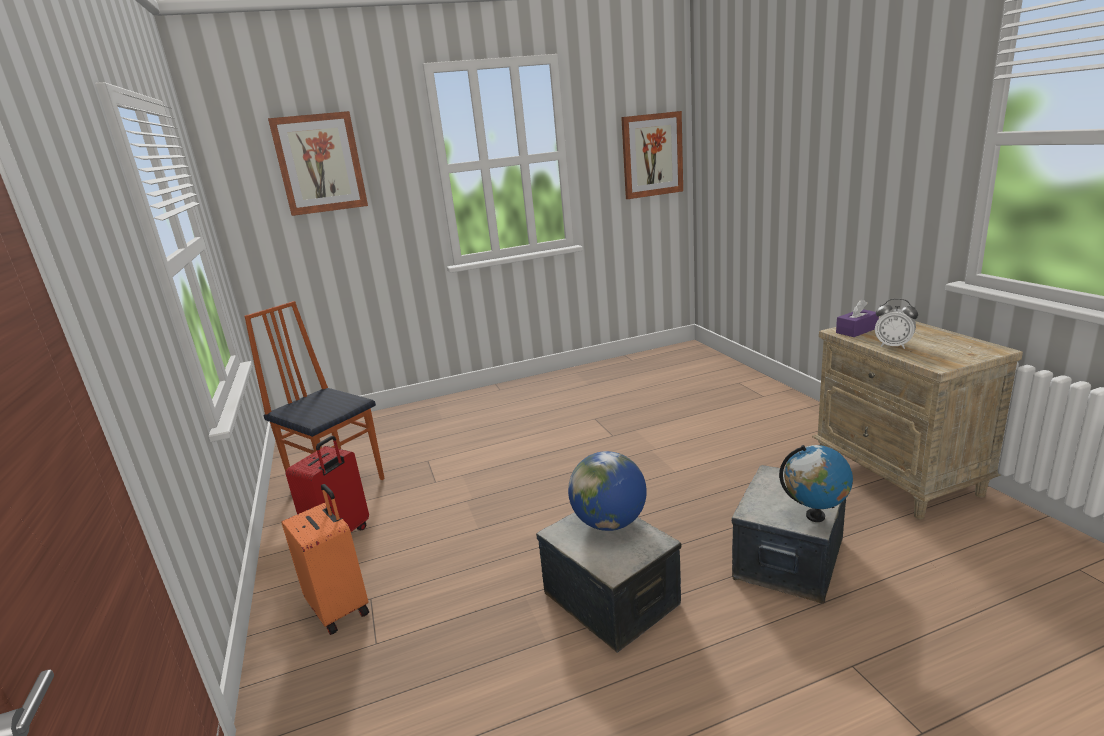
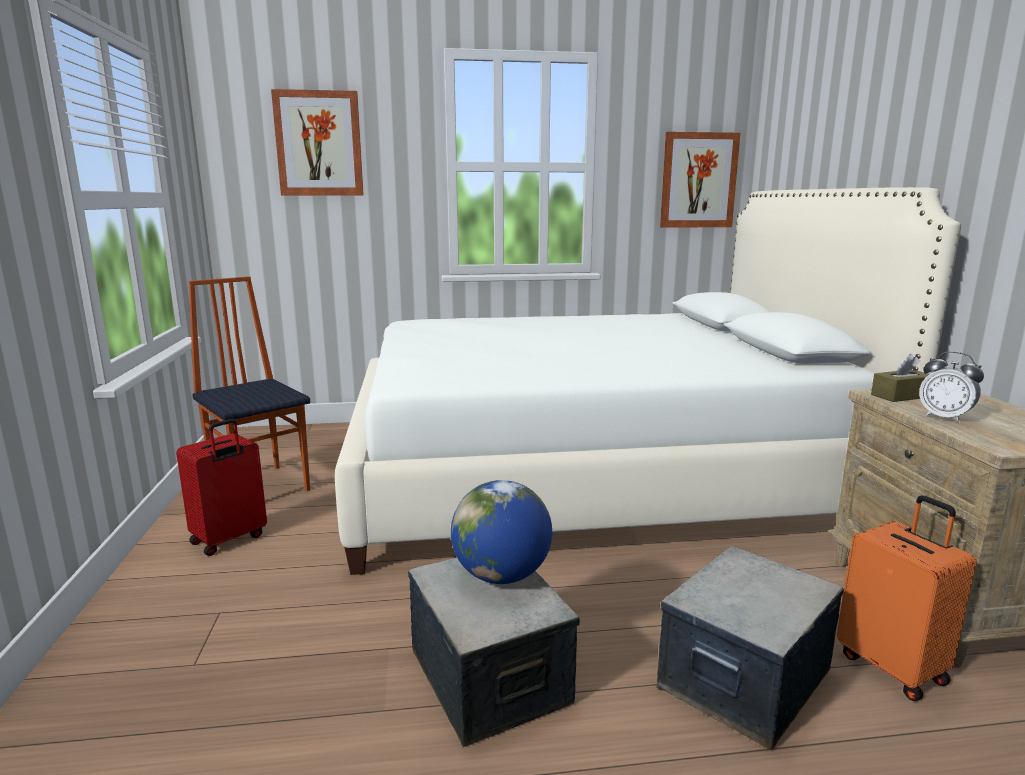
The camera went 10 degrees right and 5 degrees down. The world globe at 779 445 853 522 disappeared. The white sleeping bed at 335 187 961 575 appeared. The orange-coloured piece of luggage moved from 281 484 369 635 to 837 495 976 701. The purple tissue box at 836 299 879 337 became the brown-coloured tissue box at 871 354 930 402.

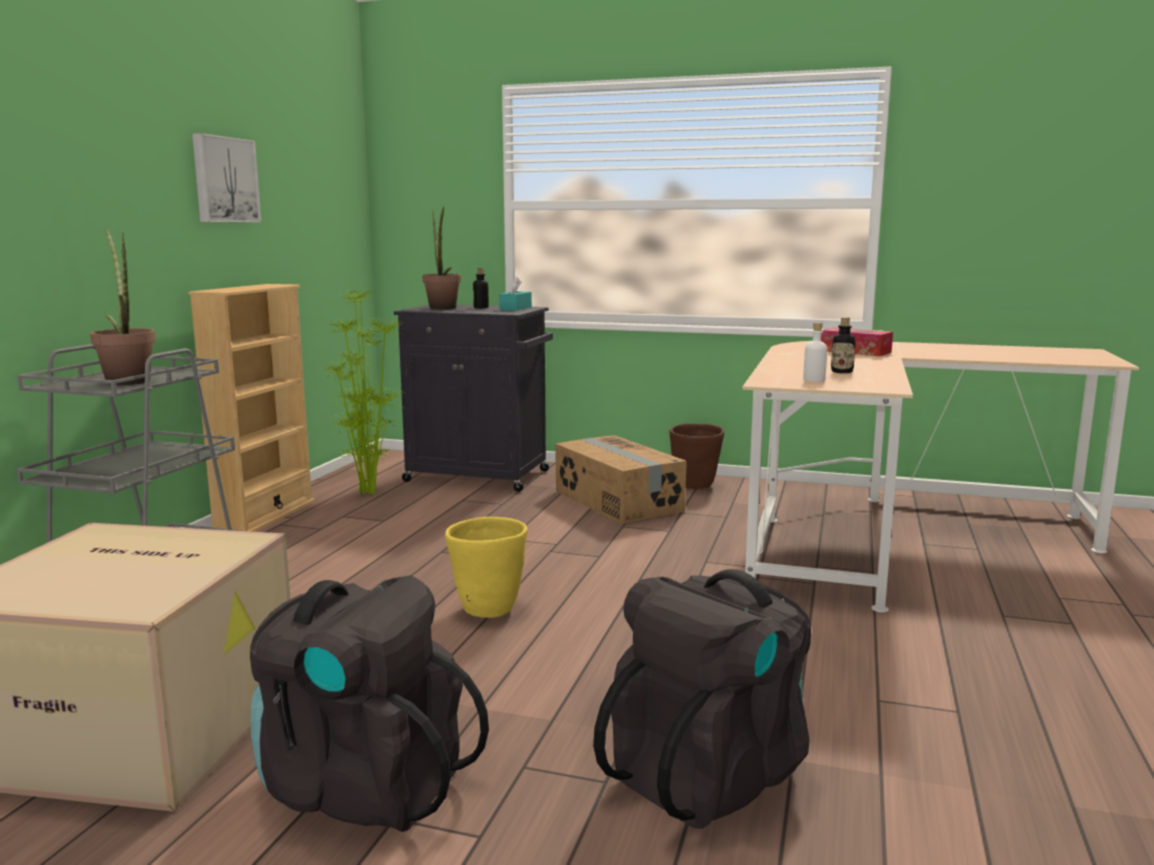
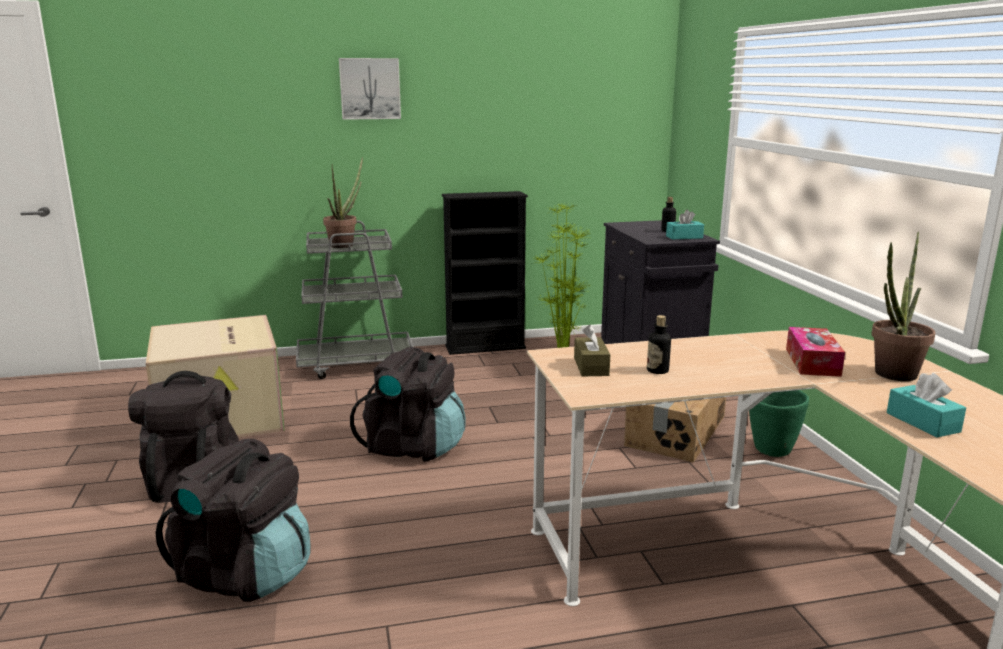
The camera went 60 degrees right and 5 degrees up. The turquoise tissue box at 887 373 966 437 appeared. The wall art moved from 192 133 261 222 to 339 58 401 120. The houseplant moved from 423 206 461 309 to 872 232 935 381. The yellowish flower pot at 445 517 528 618 was replaced by the blackish rucksack at 350 347 466 462. The white drink bottle at 803 322 827 382 was replaced by the brown-coloured tissue box at 574 325 610 376. The sand-coloured bookcase at 188 284 315 532 became the blackish bookcase at 442 191 528 355. The brown-coloured flower pot at 669 423 724 489 became the greenish flower pot at 749 390 809 457.

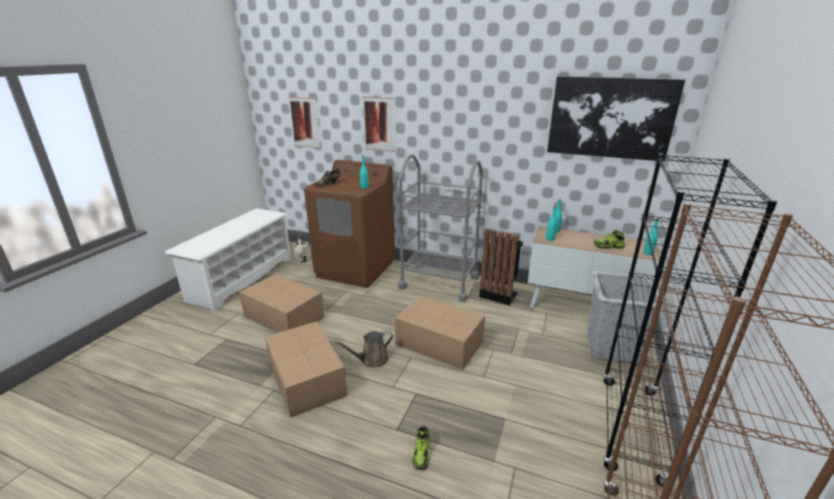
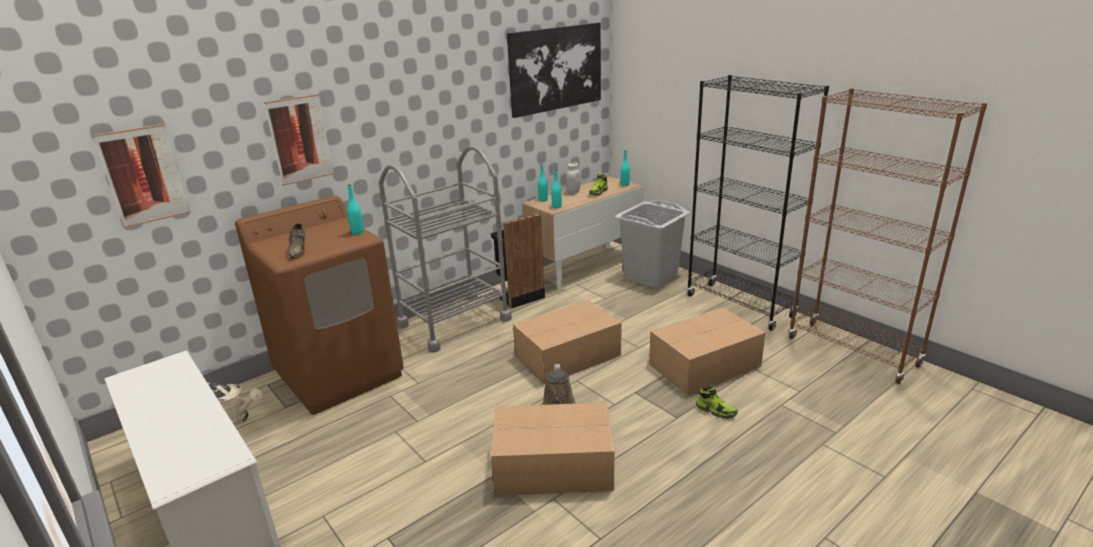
The camera went 60 degrees left and 0 degrees up. The white preserve jar at 566 162 581 194 appeared. The cardboard box moved from 239 274 324 333 to 649 308 765 395.

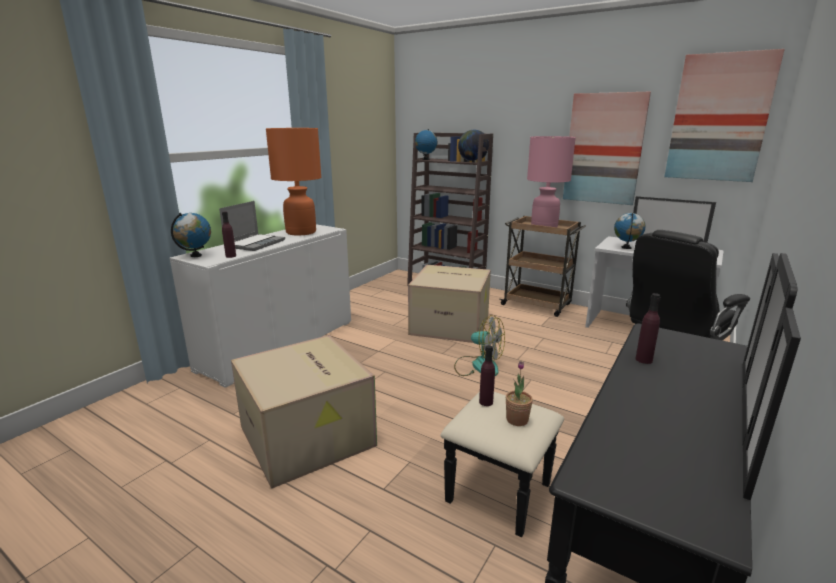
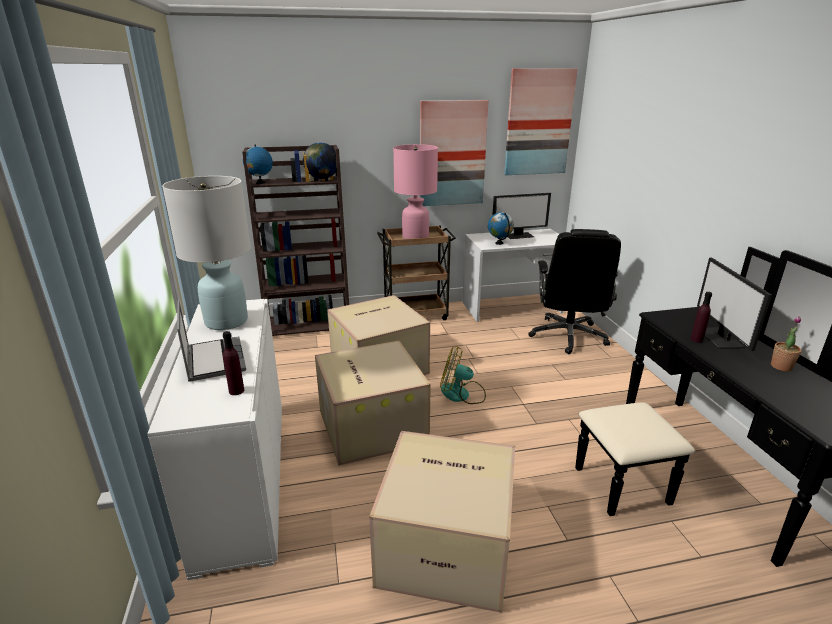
The camera went 45 degrees left and 5 degrees up. The world globe at 171 213 211 257 disappeared. The purple drink bottle at 479 345 495 406 disappeared. The cardboard box at 315 341 431 465 appeared. The monitor at 697 257 772 351 appeared. The houseplant moved from 506 361 533 426 to 771 316 802 372. The orange-coloured table lamp at 266 128 321 235 became the white table lamp at 162 176 251 330. The fan at 454 315 505 376 turned 150 degrees counterclockwise.

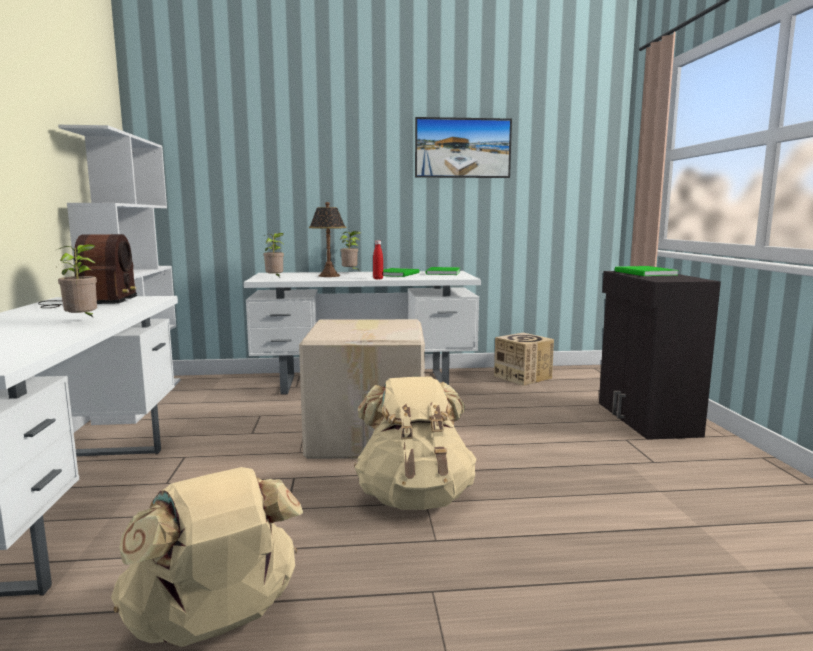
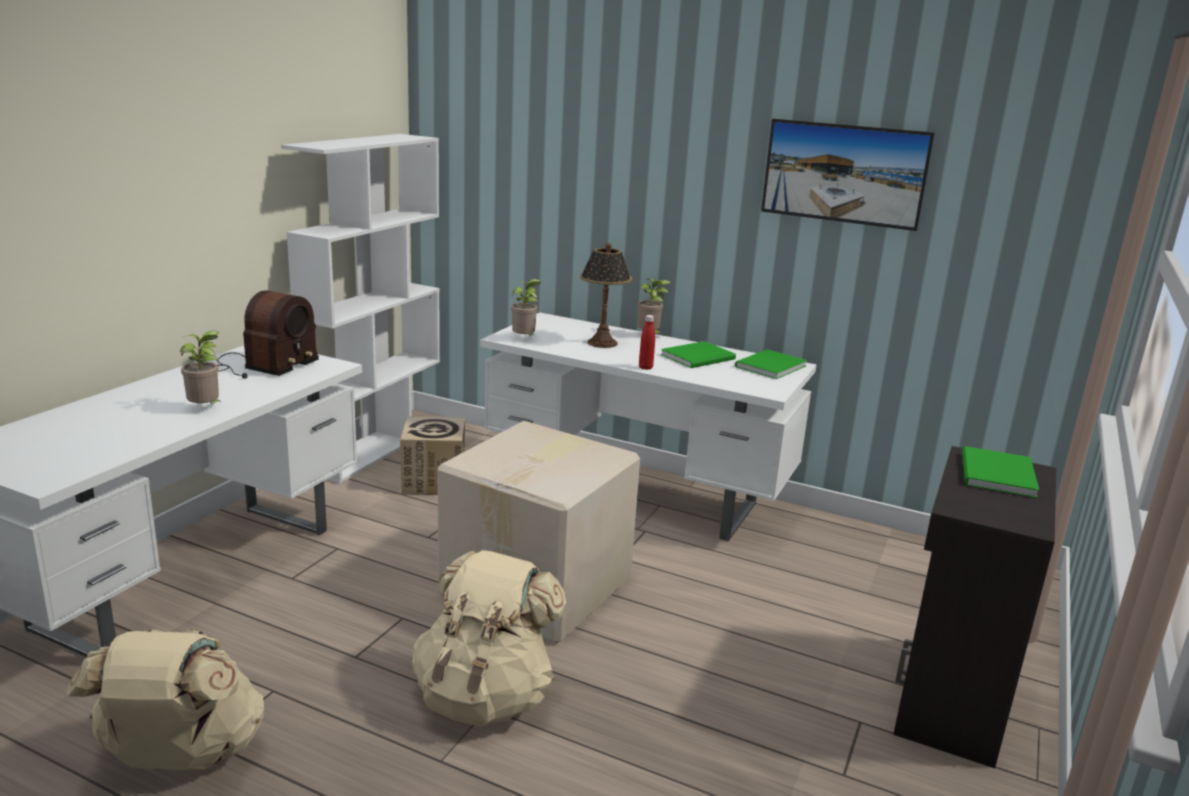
The camera went 30 degrees right and 10 degrees up. The cardboard box moved from 494 333 554 386 to 400 416 465 495.

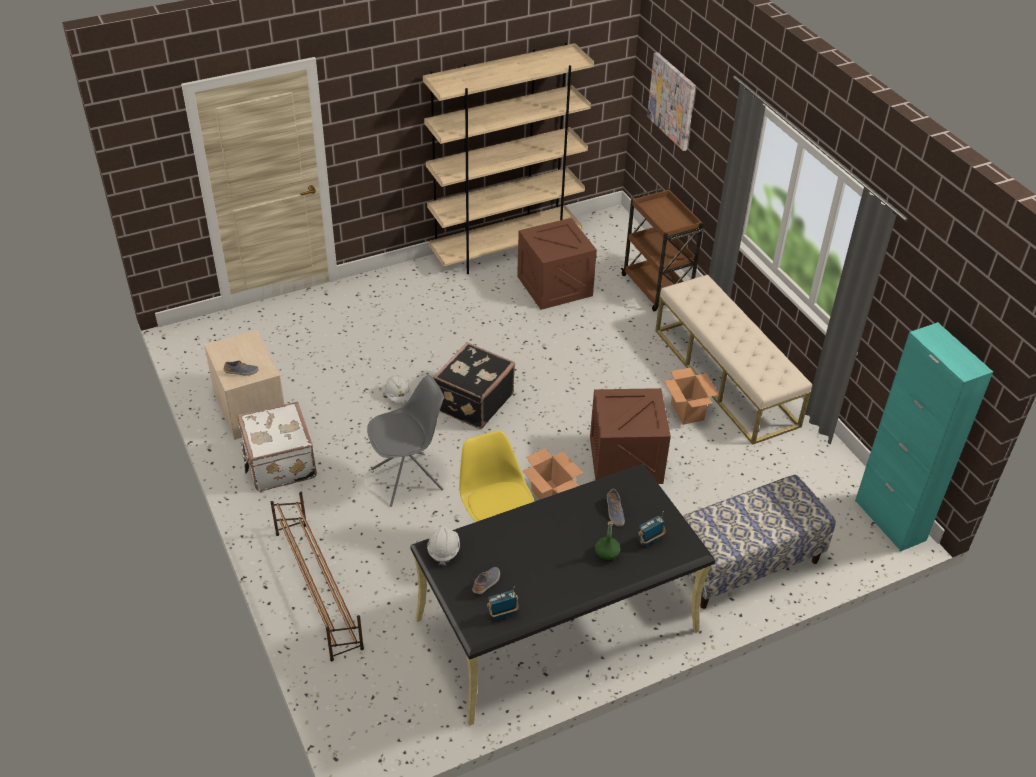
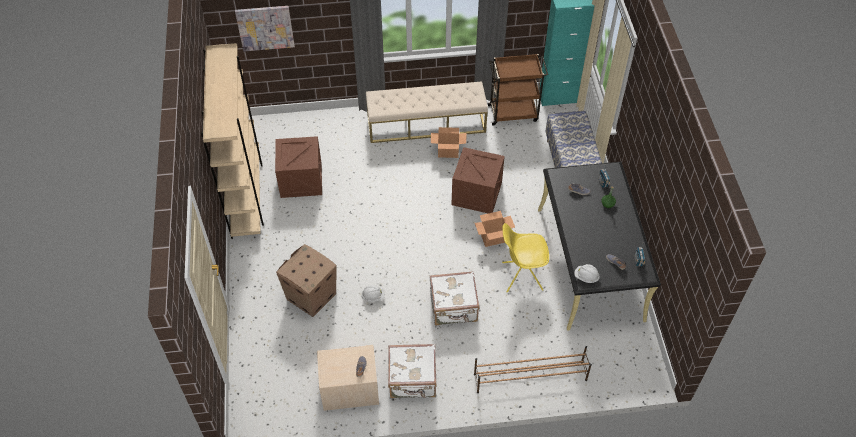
The camera went 70 degrees left and 10 degrees up. The blackish piece of luggage at 433 342 515 429 disappeared. The cardboard box at 276 244 337 317 appeared. The brown-coloured trolley moved from 621 188 704 311 to 487 54 548 126. The gray chair at 367 375 444 507 was replaced by the white piece of luggage at 430 271 479 325.

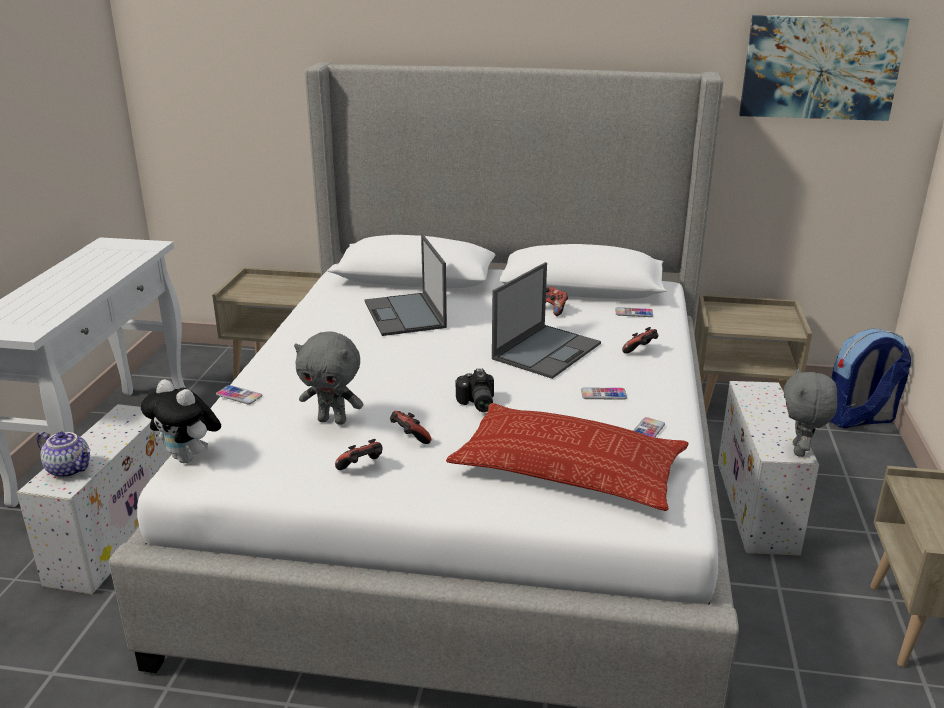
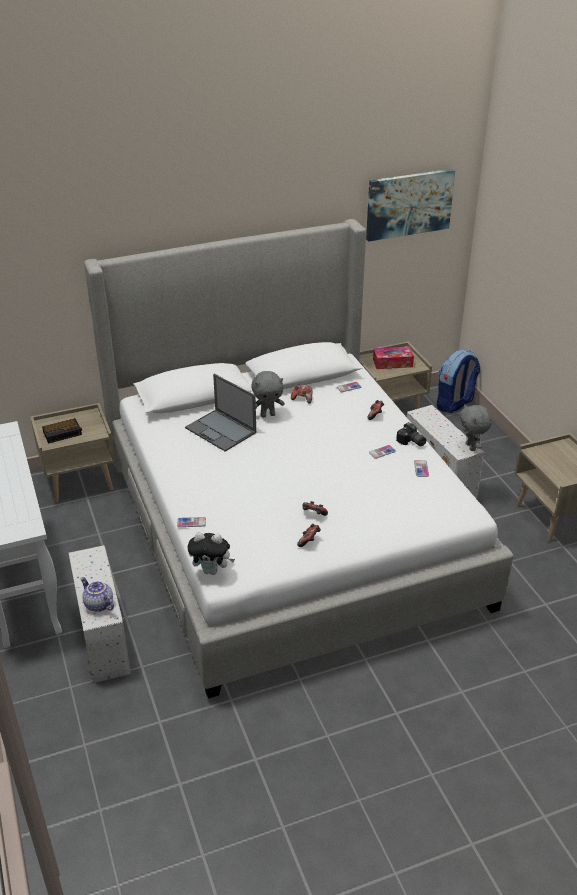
The camera went 30 degrees left and 10 degrees up. The pillow at 446 403 689 511 disappeared. The laptop at 492 262 601 379 disappeared. The table clock at 42 418 82 444 appeared. The tissue box at 373 347 414 369 appeared. The gray plush toy moved from 294 331 363 425 to 252 371 285 418. The photo camera moved from 456 369 494 412 to 396 422 426 446. The tea pot at 37 431 90 478 turned 135 degrees counterclockwise.

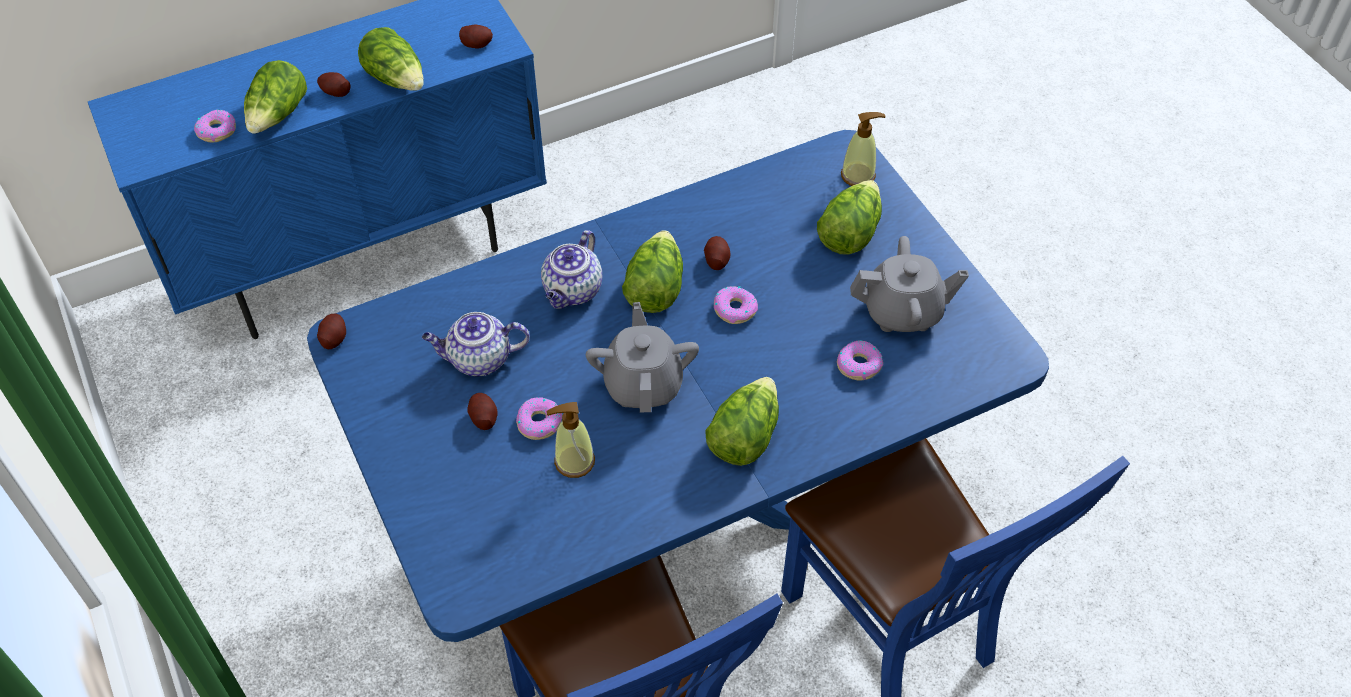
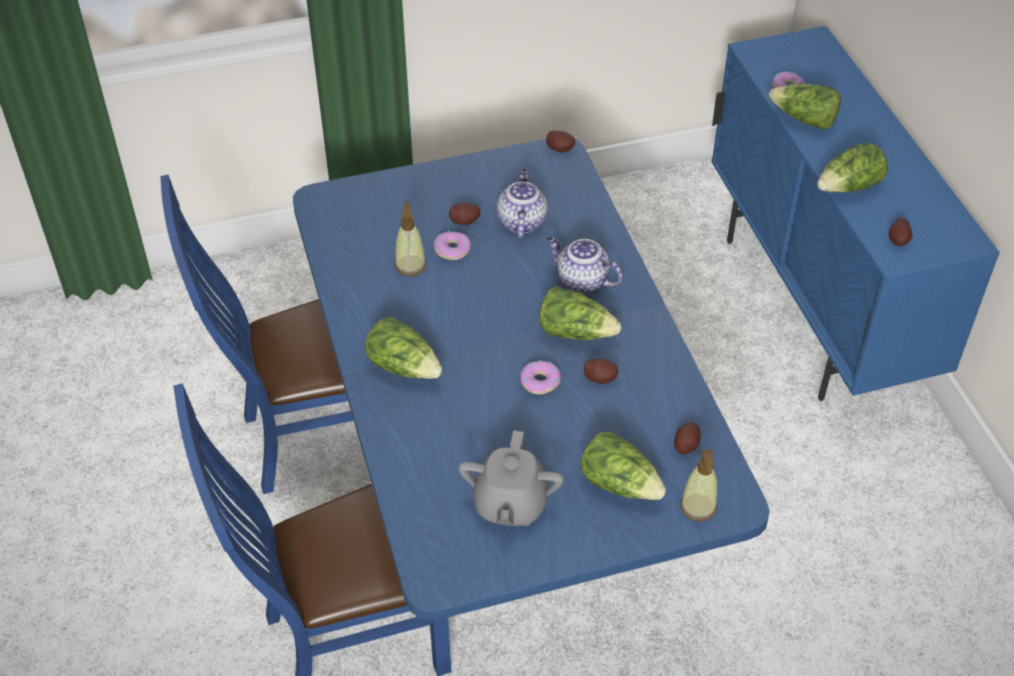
The camera went 100 degrees right and 5 degrees down. The gray tea pot at 586 302 699 412 disappeared. The donut at 837 340 883 381 disappeared. The whole potato moved from 317 72 351 97 to 674 422 701 455.

